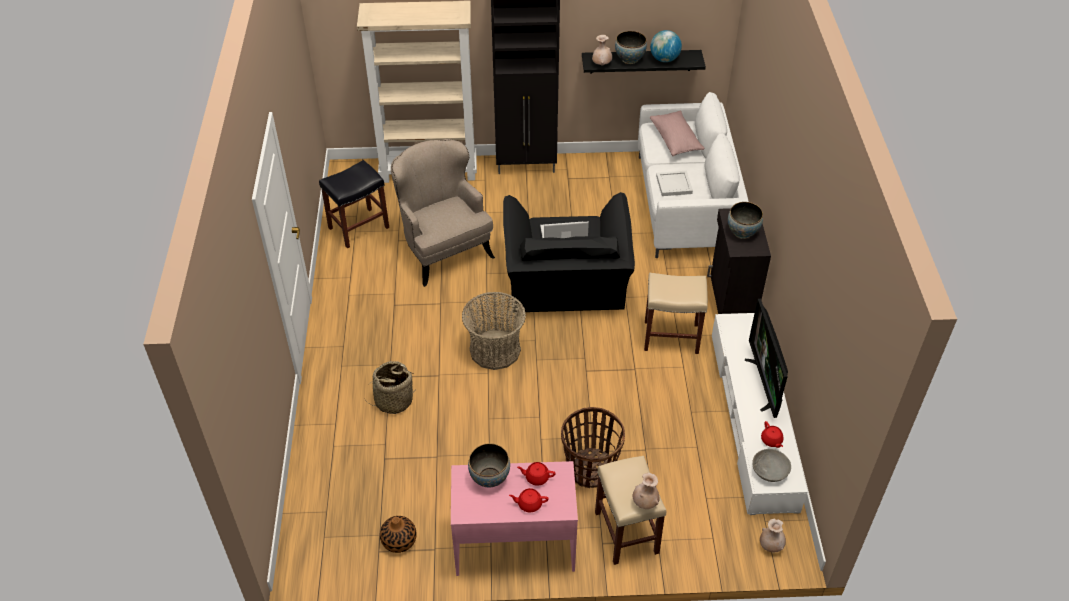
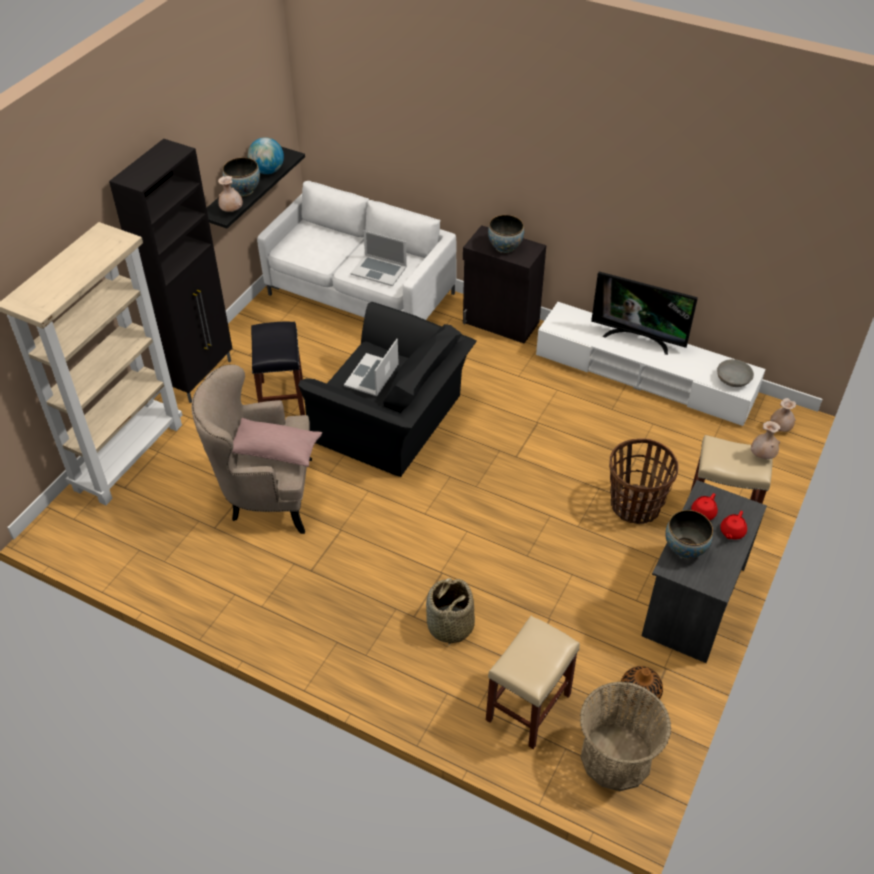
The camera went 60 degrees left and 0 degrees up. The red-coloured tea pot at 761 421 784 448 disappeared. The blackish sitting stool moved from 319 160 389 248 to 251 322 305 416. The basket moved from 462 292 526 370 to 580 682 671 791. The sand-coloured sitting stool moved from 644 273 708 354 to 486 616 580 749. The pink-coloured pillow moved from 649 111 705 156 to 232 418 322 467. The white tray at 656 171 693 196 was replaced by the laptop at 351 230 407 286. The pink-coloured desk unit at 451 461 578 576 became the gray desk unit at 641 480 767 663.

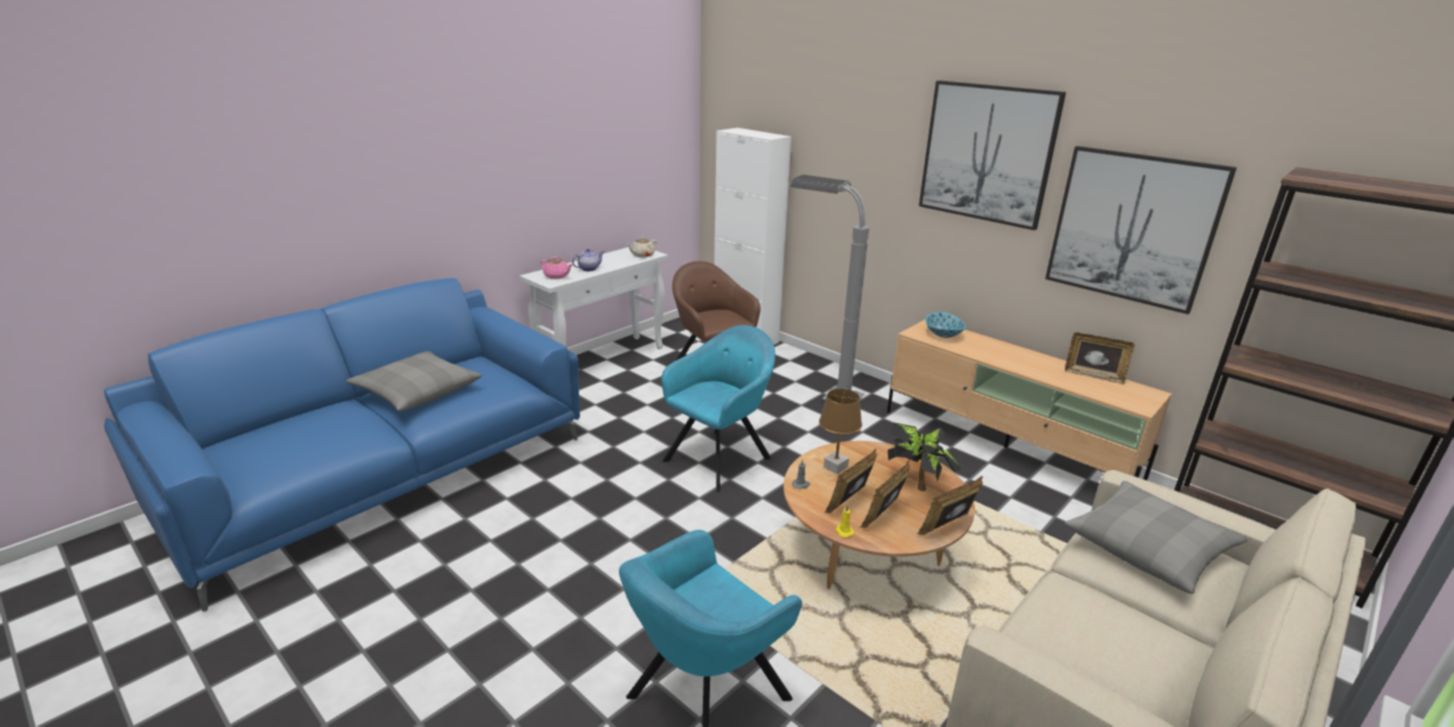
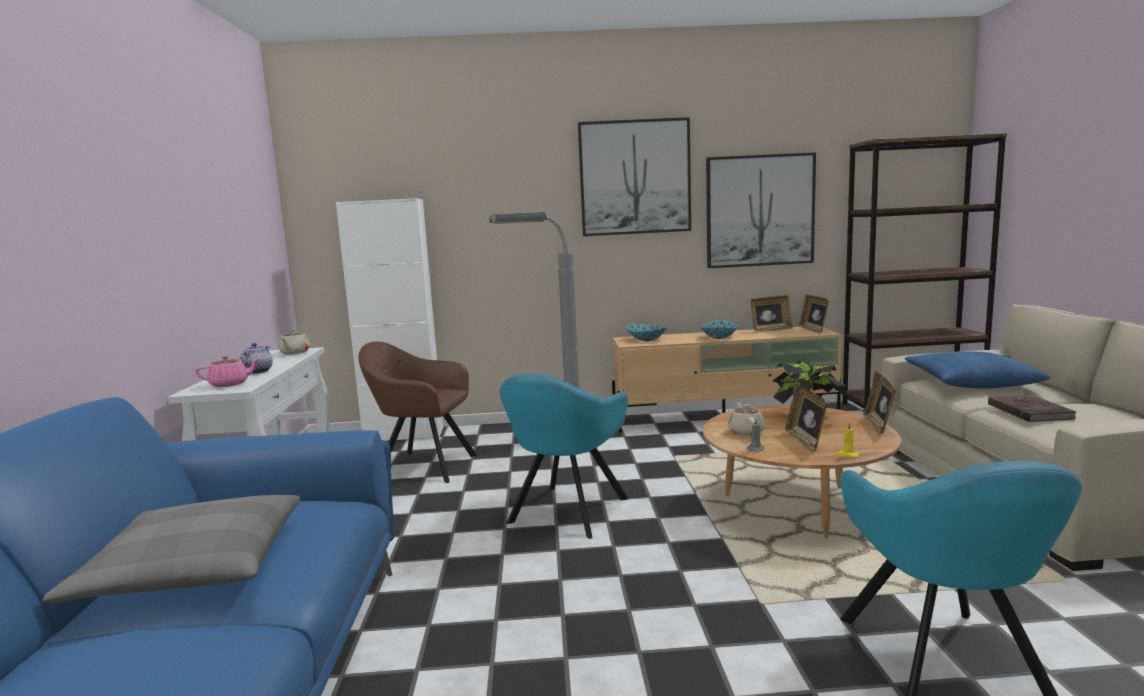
The camera went 45 degrees left and 15 degrees down. The deep dish at 701 320 738 339 appeared. The brown-coloured bound book at 988 395 1077 422 appeared. The picture frame moved from 859 460 910 528 to 799 295 829 333. The brown-coloured table lamp at 819 389 862 474 was replaced by the sand-coloured tea pot at 728 402 765 436. The gray pillow at 1065 481 1247 594 became the bluish pillow at 904 352 1050 389. The turquoise lounge chair at 661 325 775 492 turned 150 degrees counterclockwise.

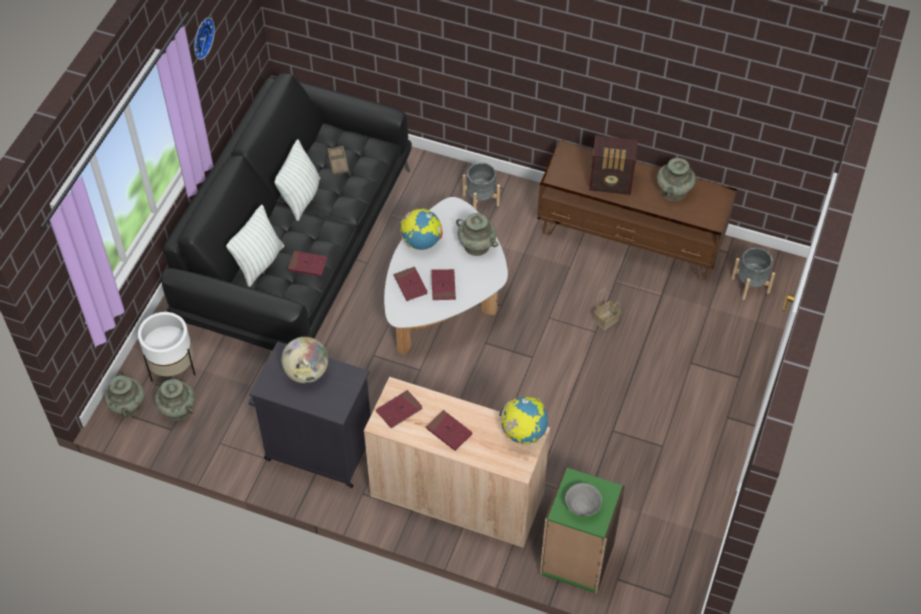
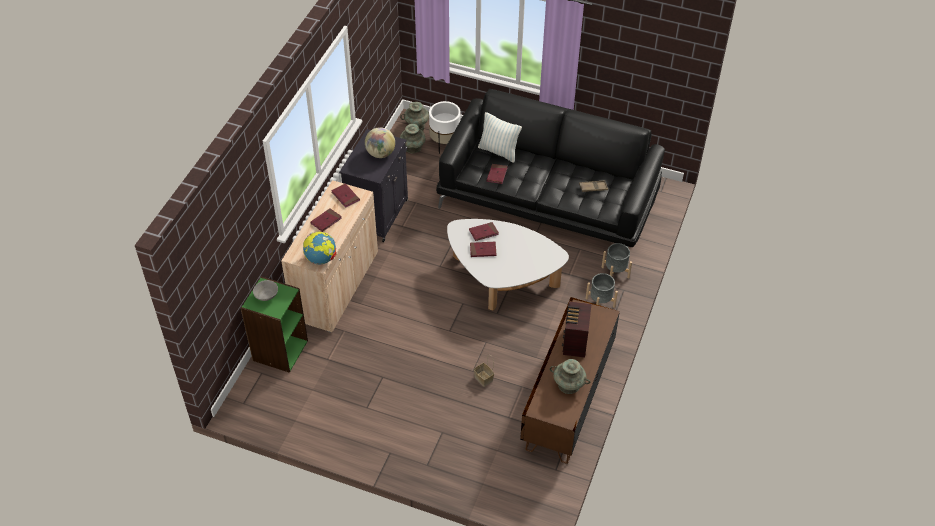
The camera went 90 degrees right and 5 degrees down. The clock on the wall at 194 18 215 60 disappeared. The pillow at 274 140 320 221 disappeared. The world globe at 401 209 442 250 disappeared. The turquoise flower vase at 456 213 498 256 disappeared. The gray flower pot moved from 732 248 775 300 to 602 243 632 278.

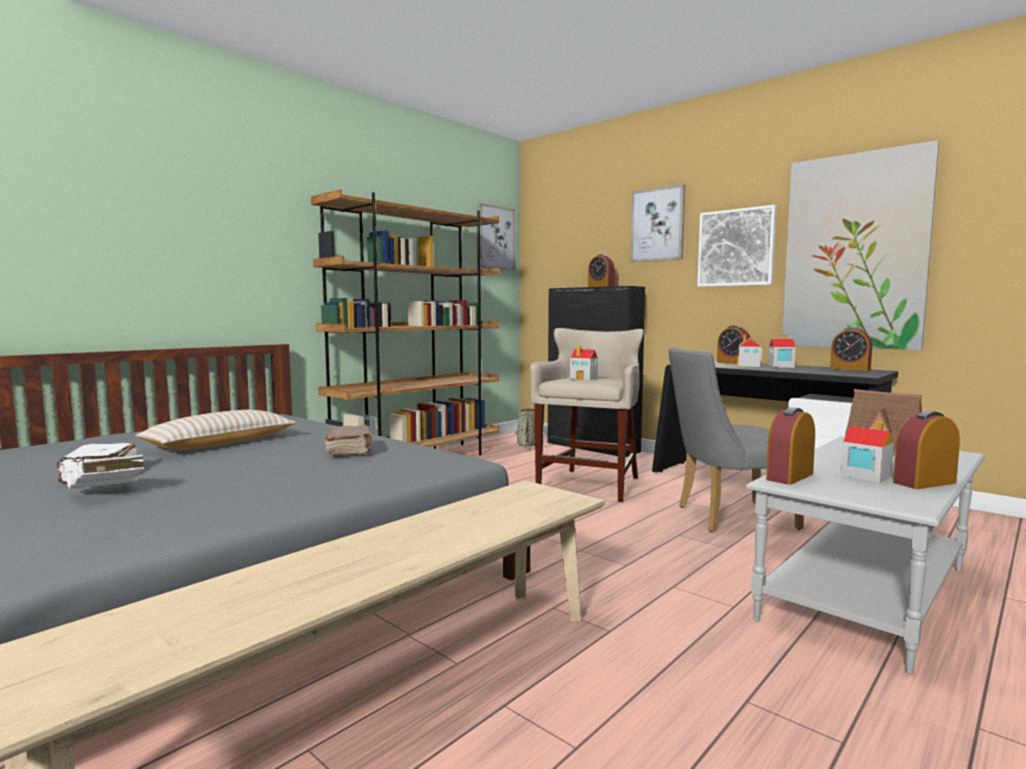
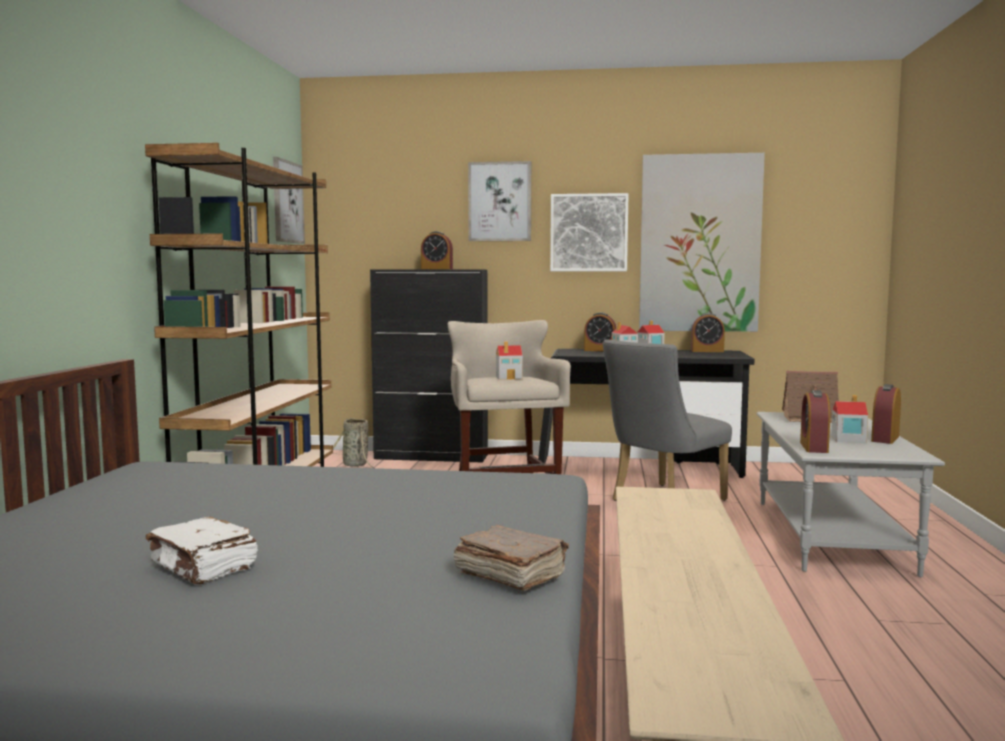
The camera went 35 degrees left and 0 degrees up. The white bound book at 67 455 144 489 disappeared. The sand-coloured pillow at 135 410 296 450 disappeared. The brown-coloured bound book moved from 325 425 372 455 to 454 525 569 590.

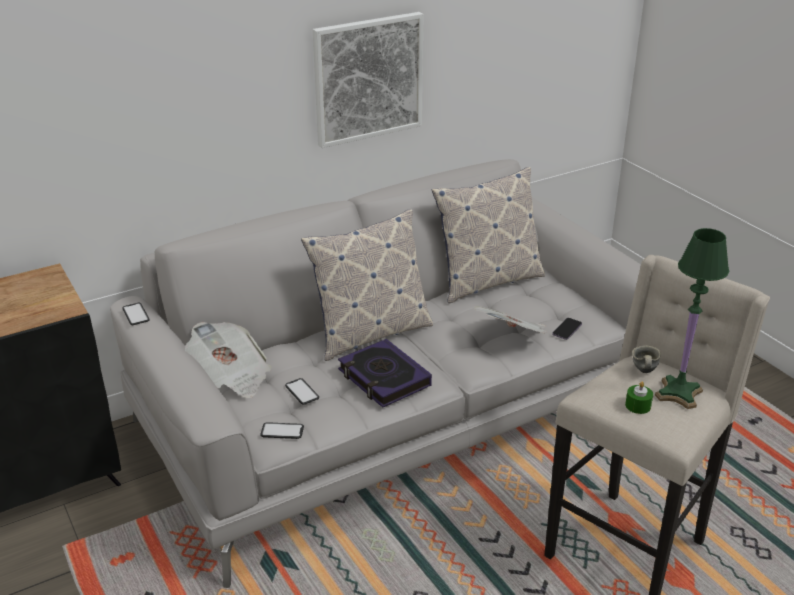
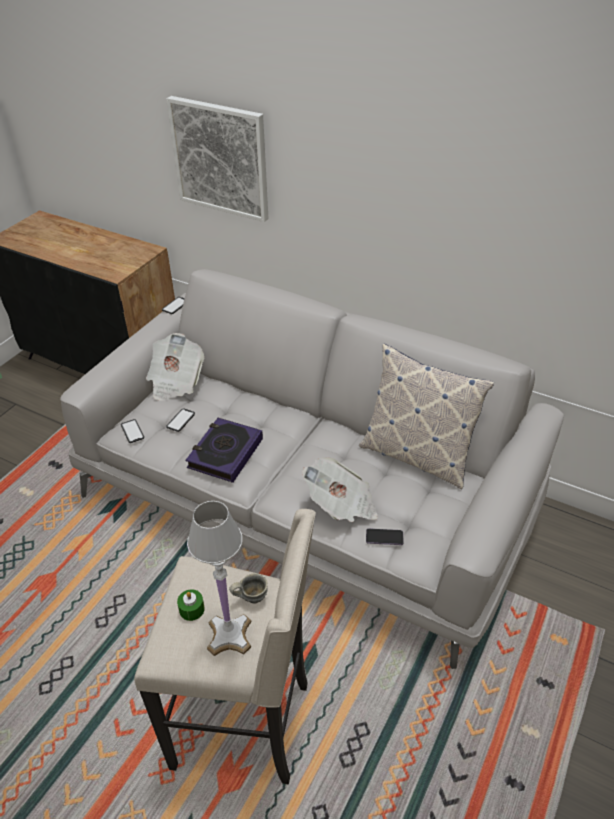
The camera went 60 degrees right and 10 degrees up. The pillow at 301 209 433 361 disappeared. The wall art moved from 313 12 424 148 to 166 96 268 222. The greenish table lamp at 655 228 729 409 became the white table lamp at 187 501 251 656.

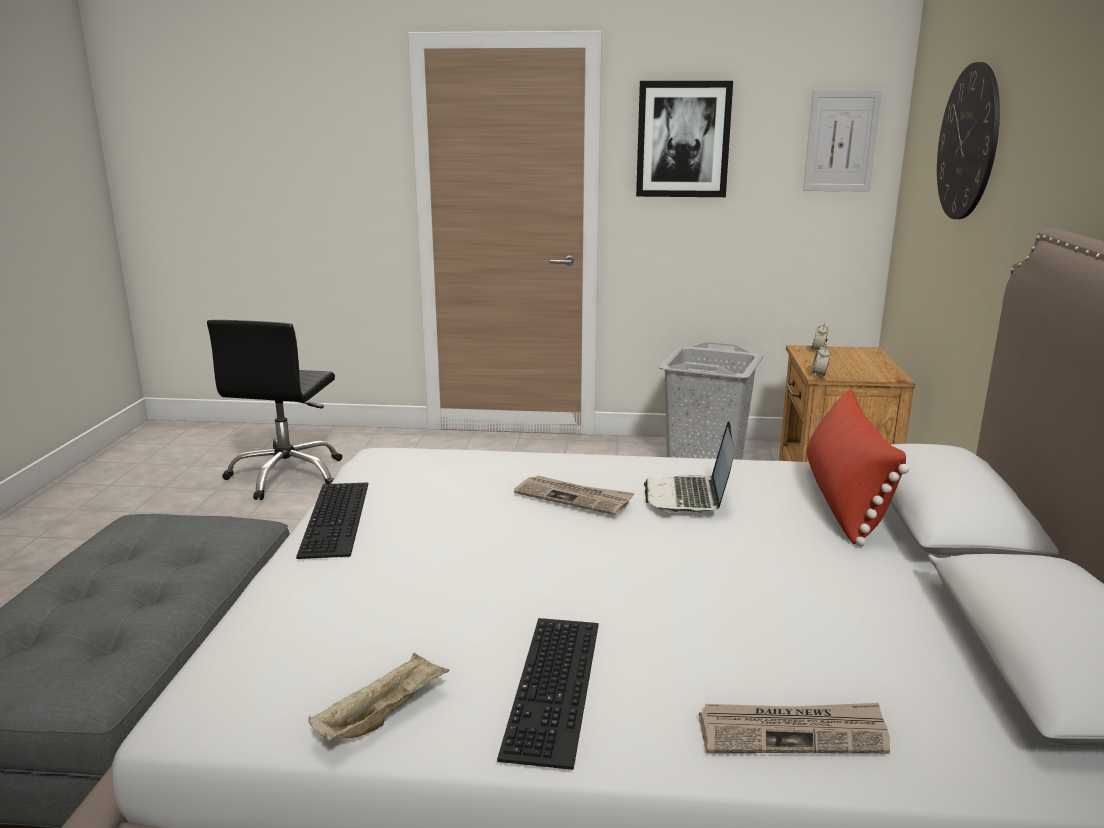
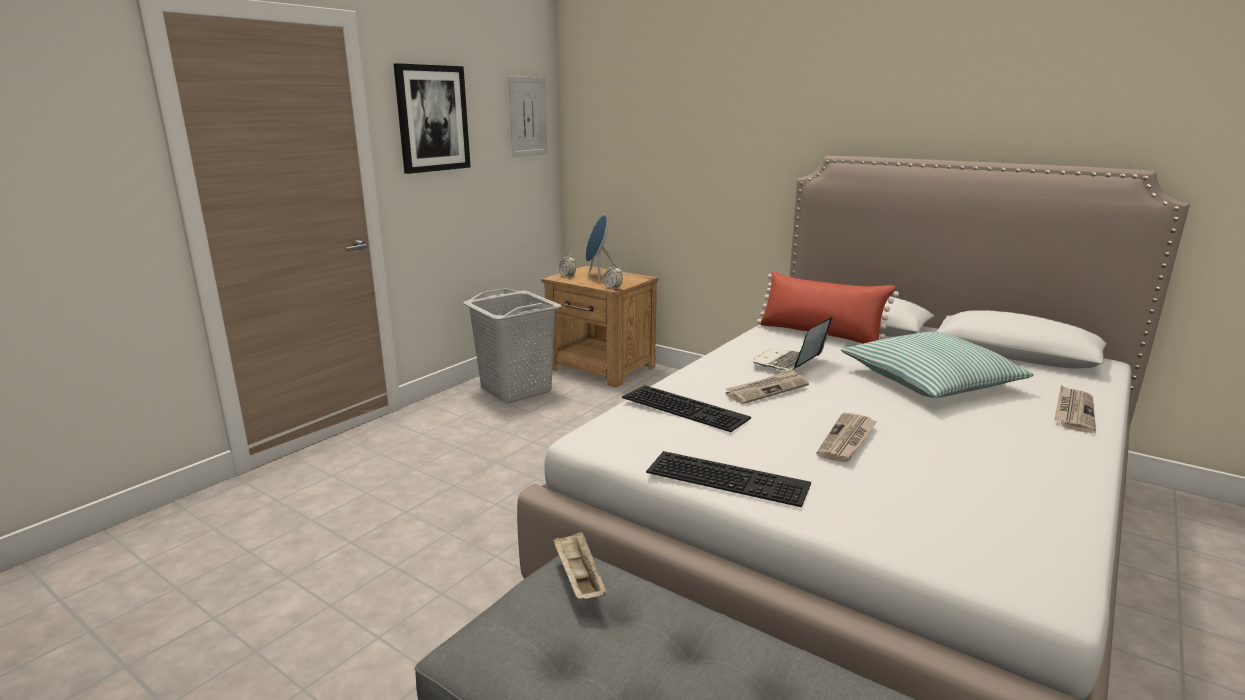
The camera went 60 degrees left and 0 degrees up. The blackish computer chair at 207 320 342 500 disappeared. The clock on the wall at 937 62 1000 219 disappeared. The bluish speaker at 585 215 623 282 appeared. The daily paper at 817 413 877 462 appeared. The pillow at 841 332 1034 398 appeared. The sand-coloured tray moved from 308 653 449 741 to 553 531 607 600. The PC keyboard moved from 497 618 599 770 to 622 385 751 432. The laptop at 644 421 735 513 turned 90 degrees clockwise.

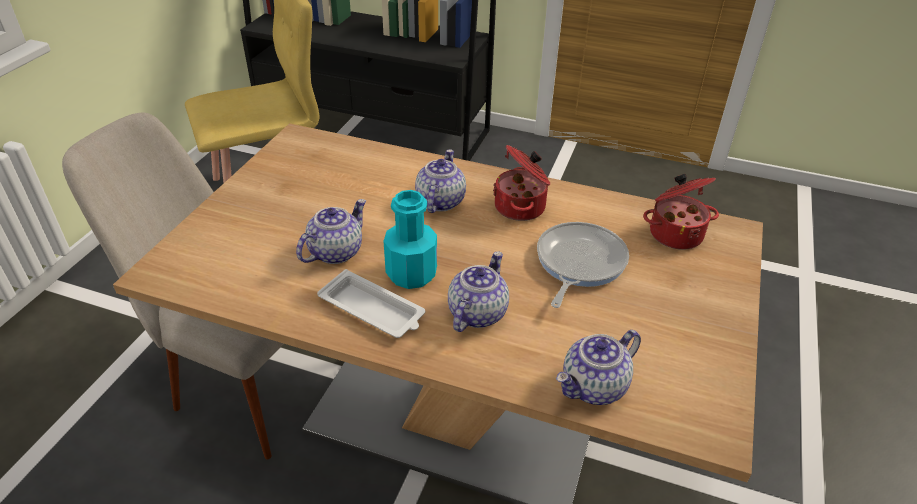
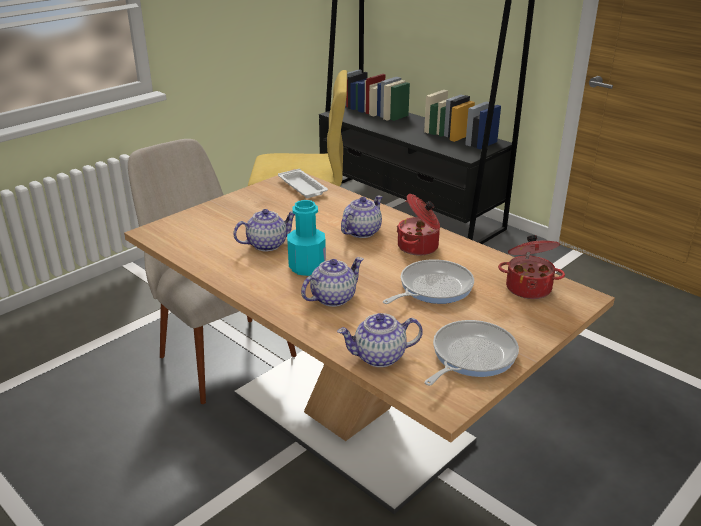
The camera went 25 degrees right and 10 degrees down. The frying pan at 425 320 519 386 appeared. The white tray moved from 317 269 425 338 to 278 169 328 198.

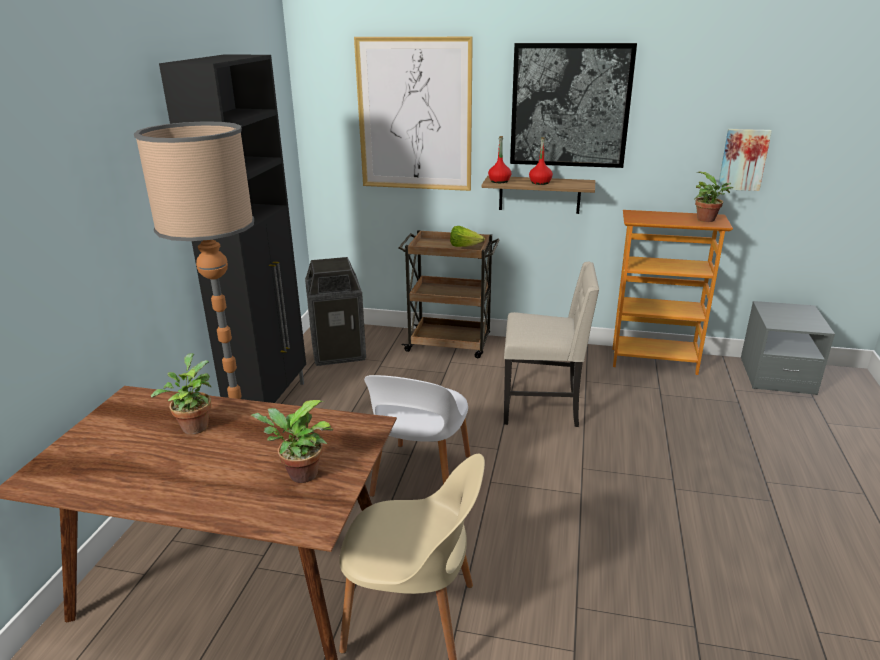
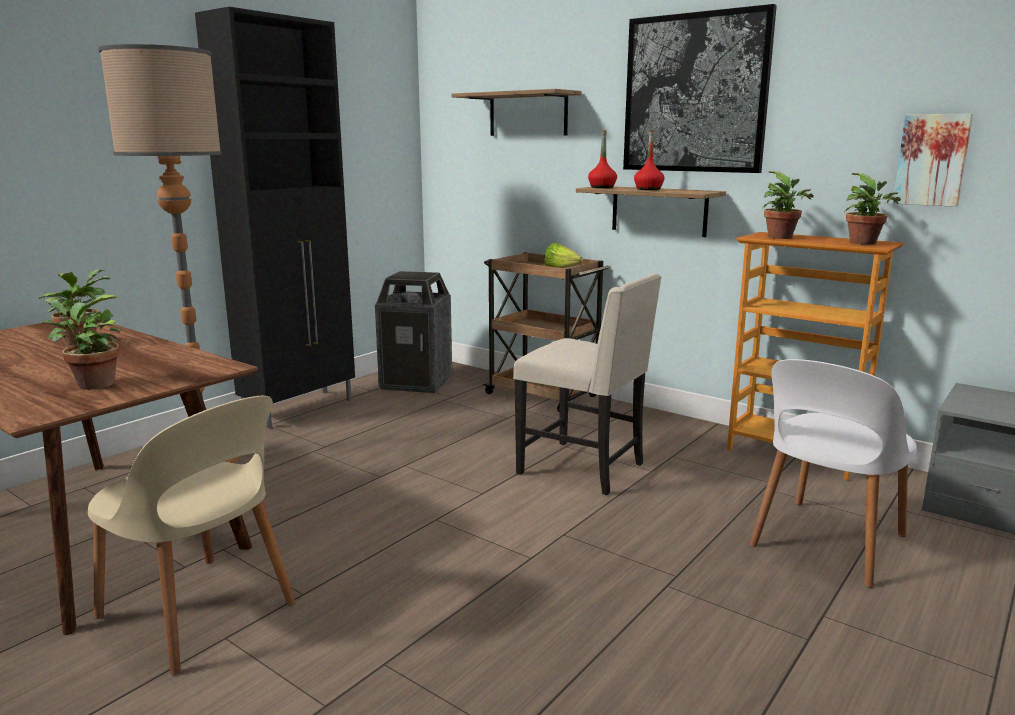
The camera went 25 degrees right and 10 degrees down. The houseplant at 762 171 814 239 appeared. The white chair moved from 364 375 471 497 to 749 359 917 588. The wall art at 354 37 473 191 was replaced by the bracket shelf at 452 89 582 136.

